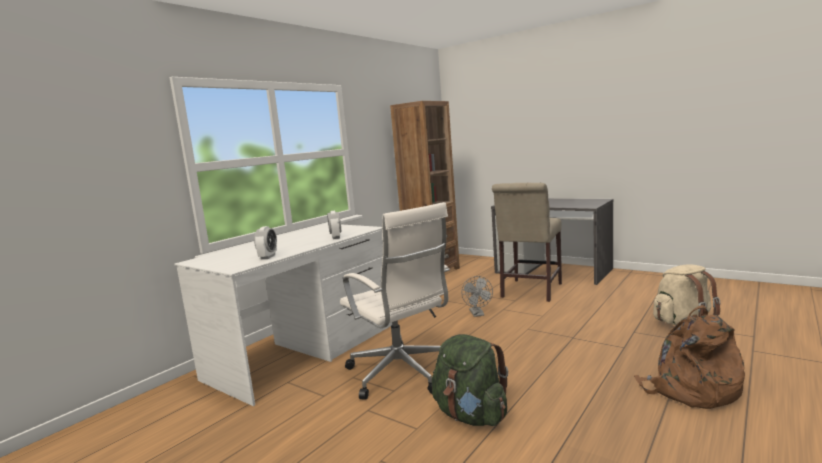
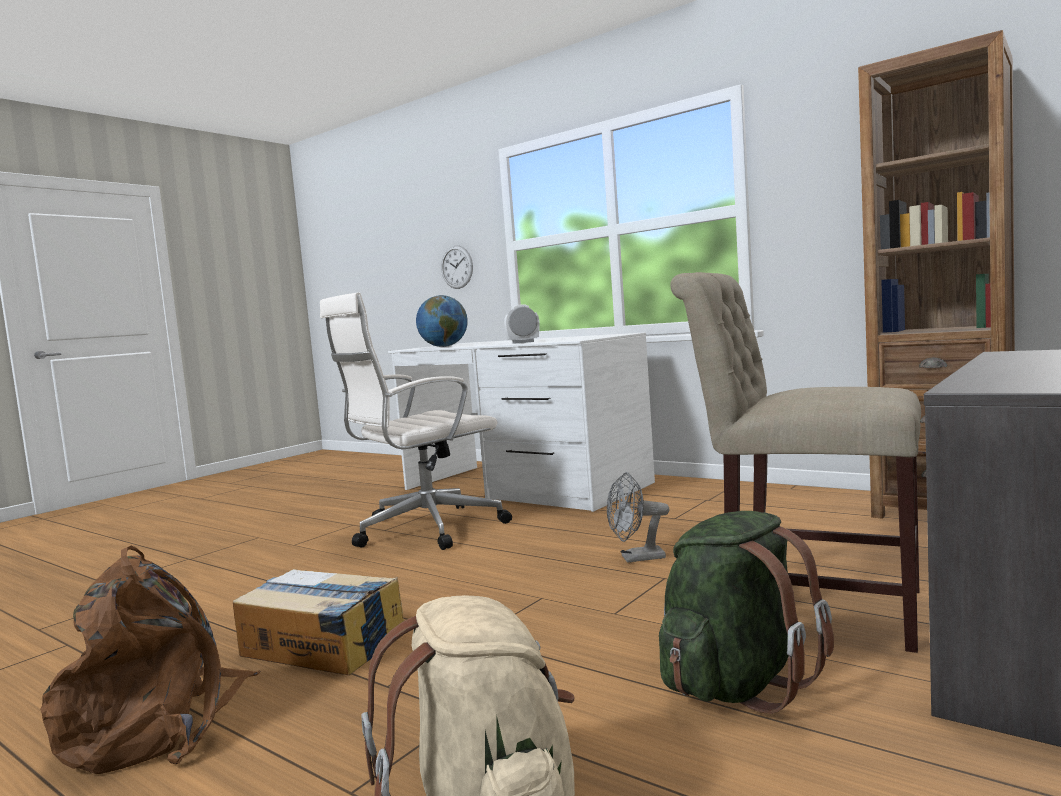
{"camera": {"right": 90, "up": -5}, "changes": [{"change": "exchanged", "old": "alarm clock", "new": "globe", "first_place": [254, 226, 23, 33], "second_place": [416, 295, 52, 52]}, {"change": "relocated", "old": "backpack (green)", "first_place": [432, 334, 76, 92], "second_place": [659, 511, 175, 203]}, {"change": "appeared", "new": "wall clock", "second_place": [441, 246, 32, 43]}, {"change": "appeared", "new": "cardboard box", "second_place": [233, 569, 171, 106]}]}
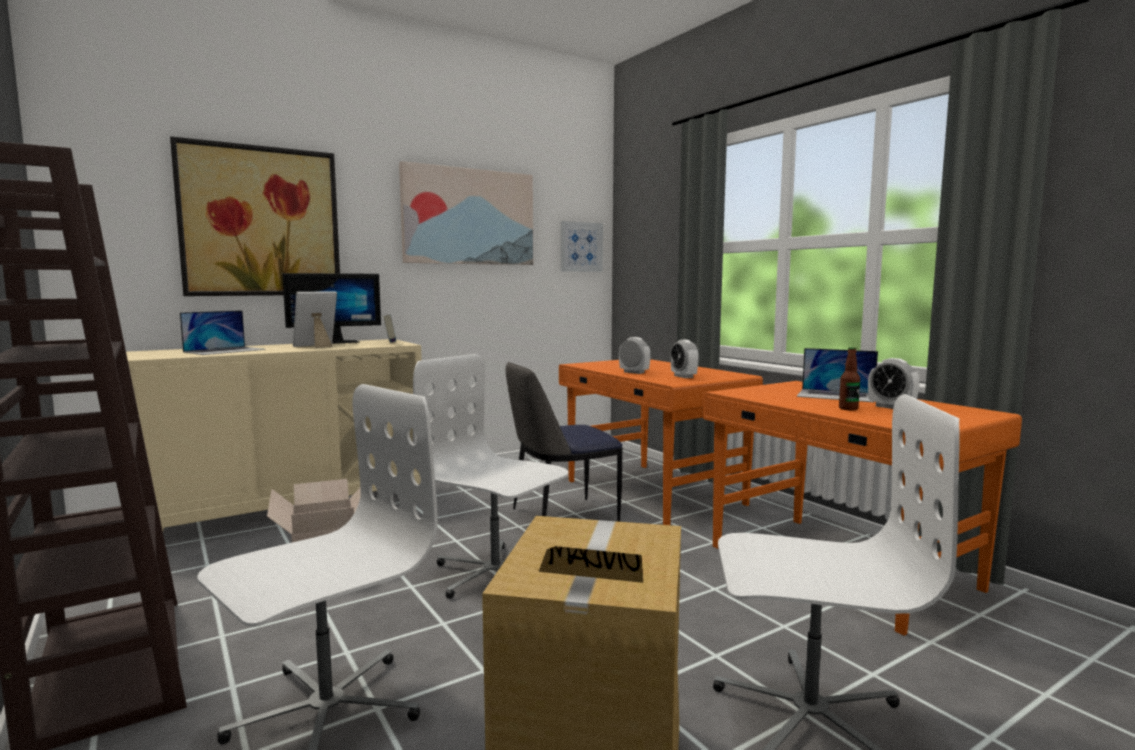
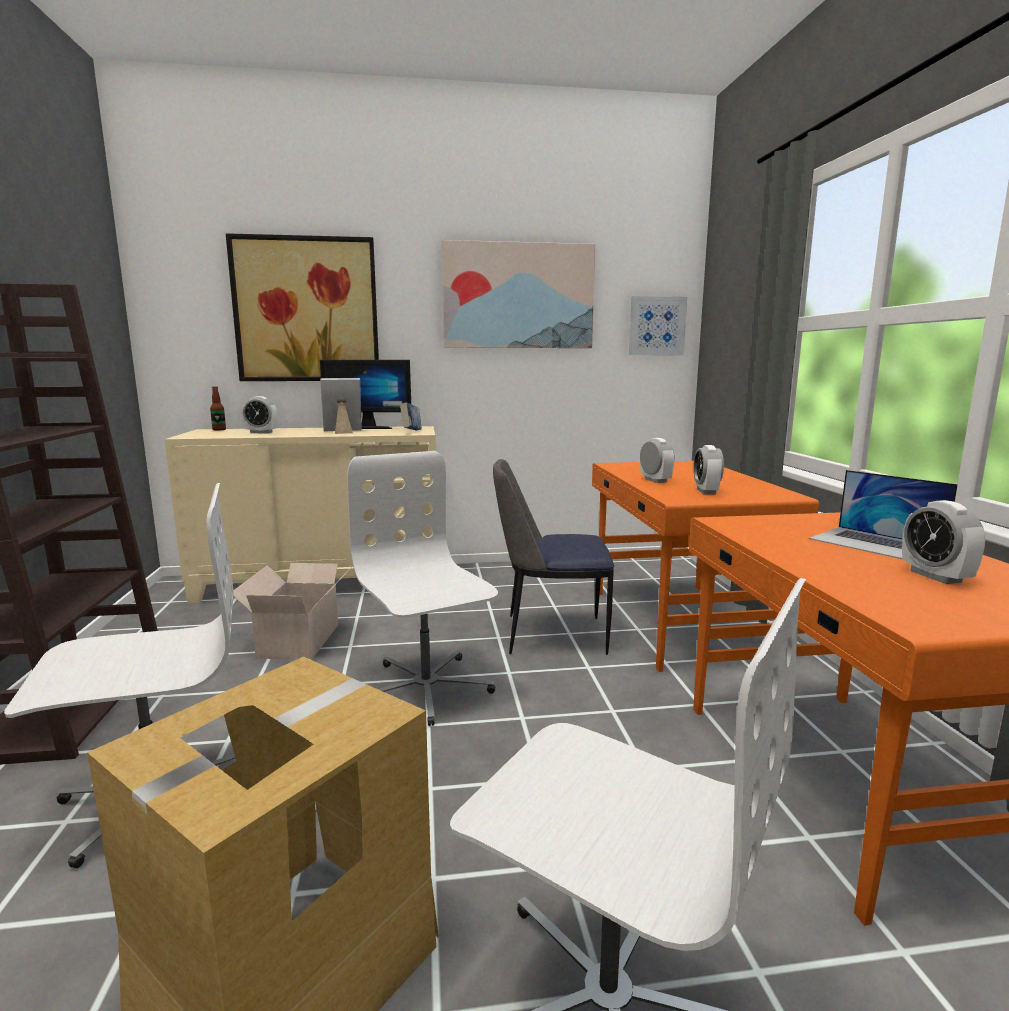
{"camera": {"right": 25, "up": 5}, "changes": [{"change": "exchanged", "old": "laptop", "new": "alarm clock", "first_place": [180, 310, 86, 45], "second_place": [242, 396, 36, 37]}, {"change": "relocated", "old": "bottle", "first_place": [839, 347, 21, 63], "second_place": [210, 386, 16, 45]}]}
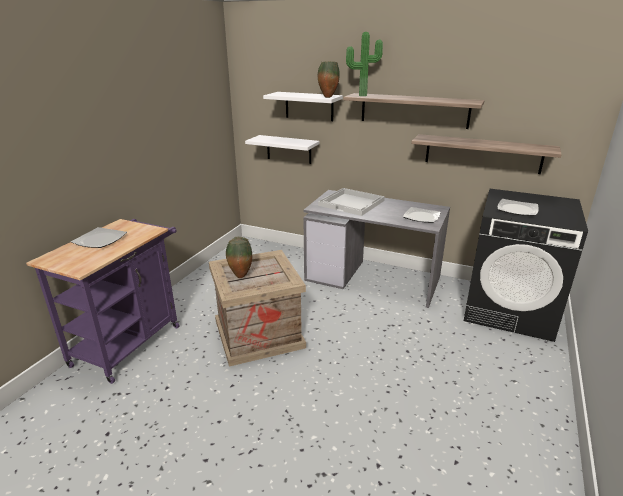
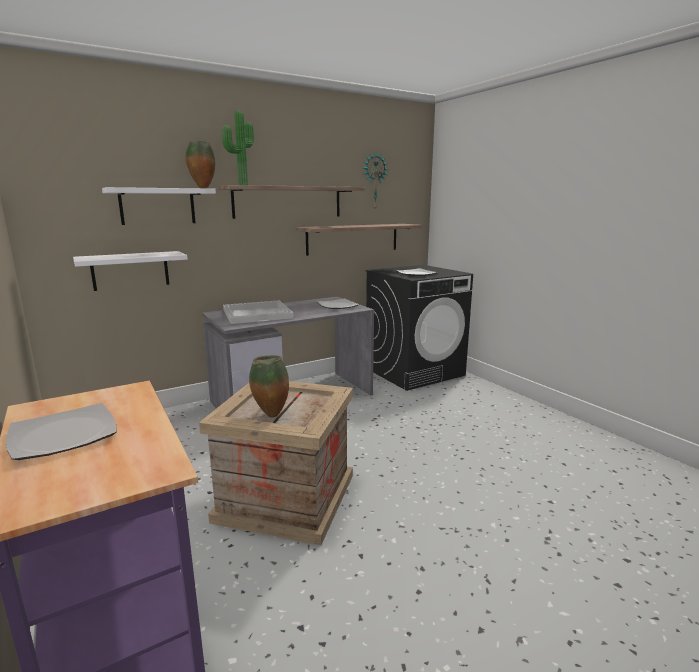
{"camera": {"right": -55, "up": -10}, "changes": [{"change": "appeared", "new": "wall clock", "second_place": [364, 152, 24, 57]}]}
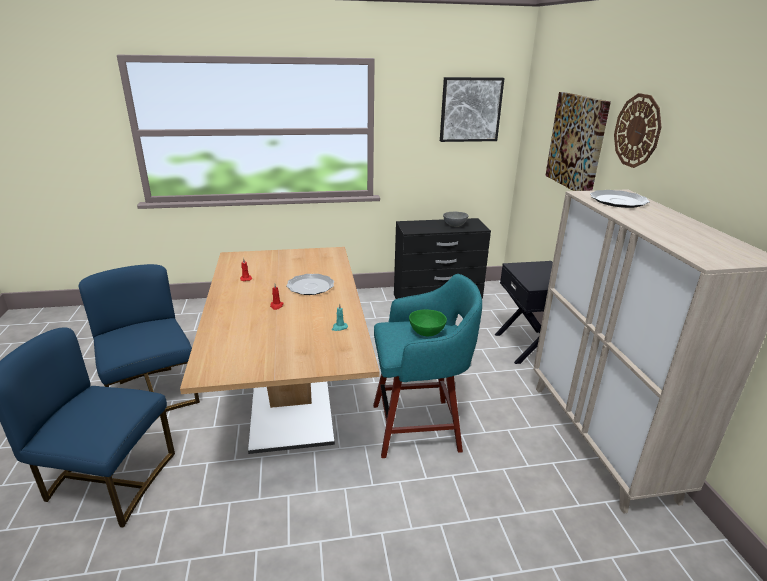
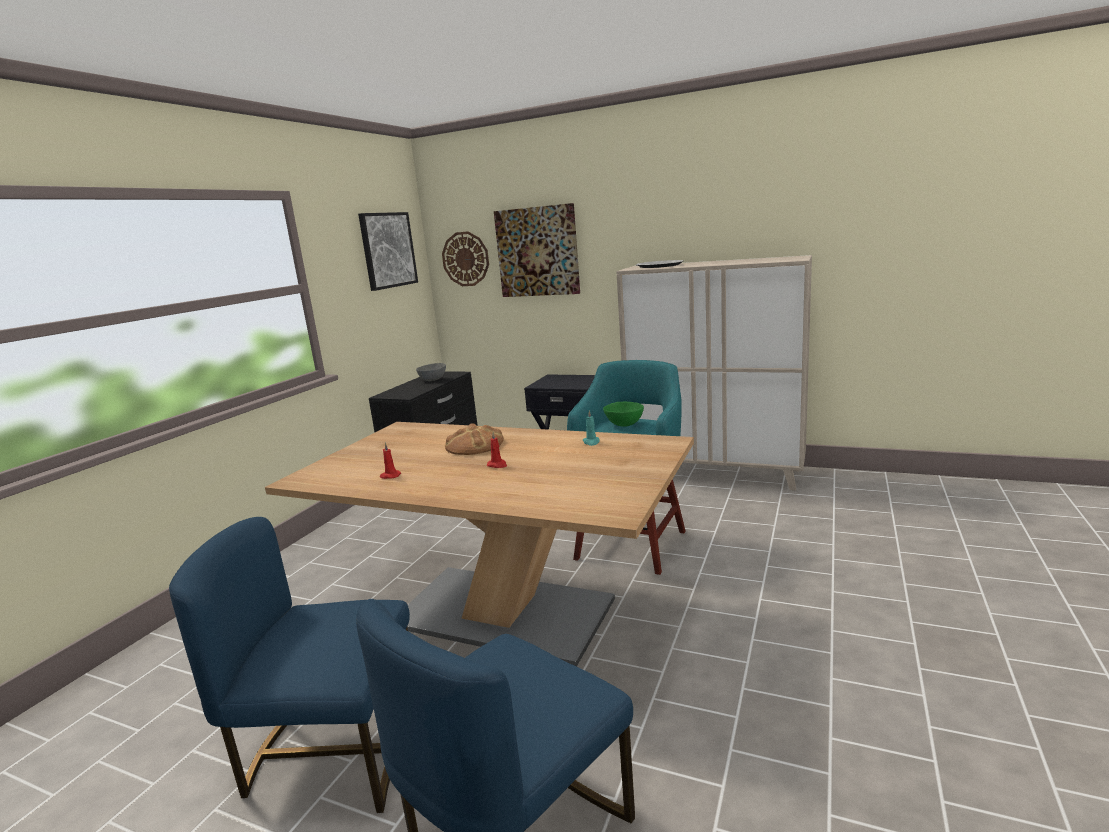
{"camera": {"right": -55, "up": -10}, "changes": [{"change": "relocated", "old": "wall clock", "first_place": [614, 93, 47, 75], "second_place": [442, 231, 47, 55]}, {"change": "exchanged", "old": "plate", "new": "bread", "first_place": [286, 274, 48, 21], "second_place": [445, 423, 59, 32]}]}
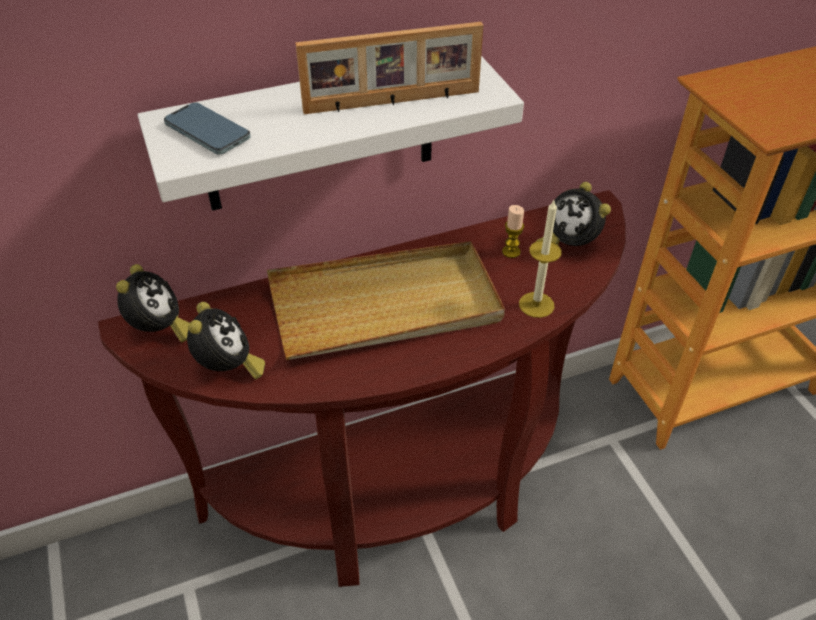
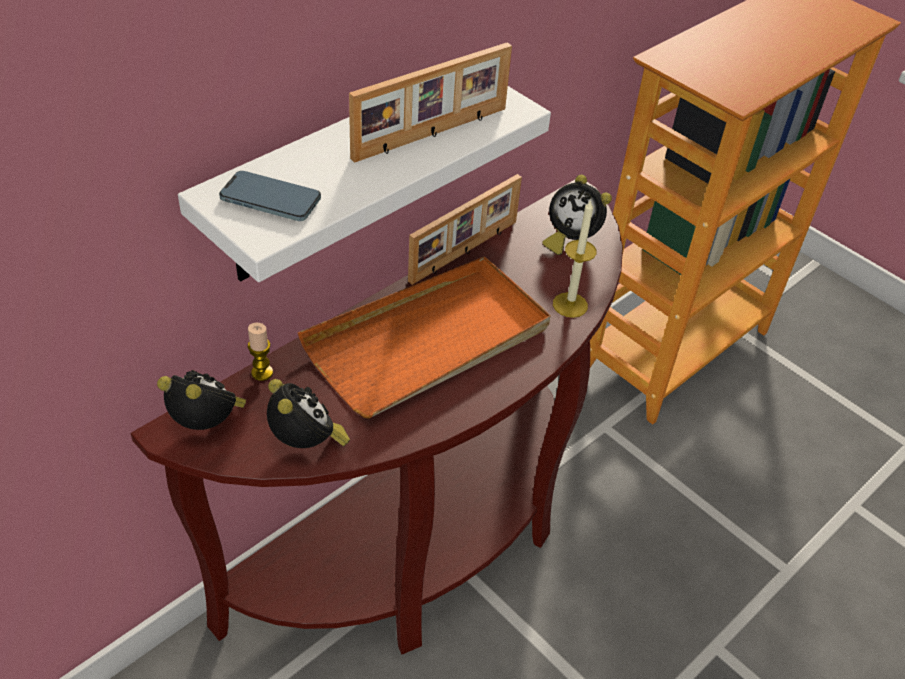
{"camera": {"right": -25, "up": 0}, "changes": [{"change": "relocated", "old": "candle", "first_place": [502, 205, 22, 53], "second_place": [248, 323, 25, 58]}, {"change": "colour", "old": "tray (beige)", "new": "tray (orange)", "first_place": [267, 241, 238, 119], "second_place": [298, 256, 253, 162]}, {"change": "spun", "old": "alarm clock", "first_place": [116, 264, 74, 78], "second_place": [157, 370, 89, 60], "degrees": -45}, {"change": "appeared", "new": "picture frame", "second_place": [408, 174, 114, 111]}]}
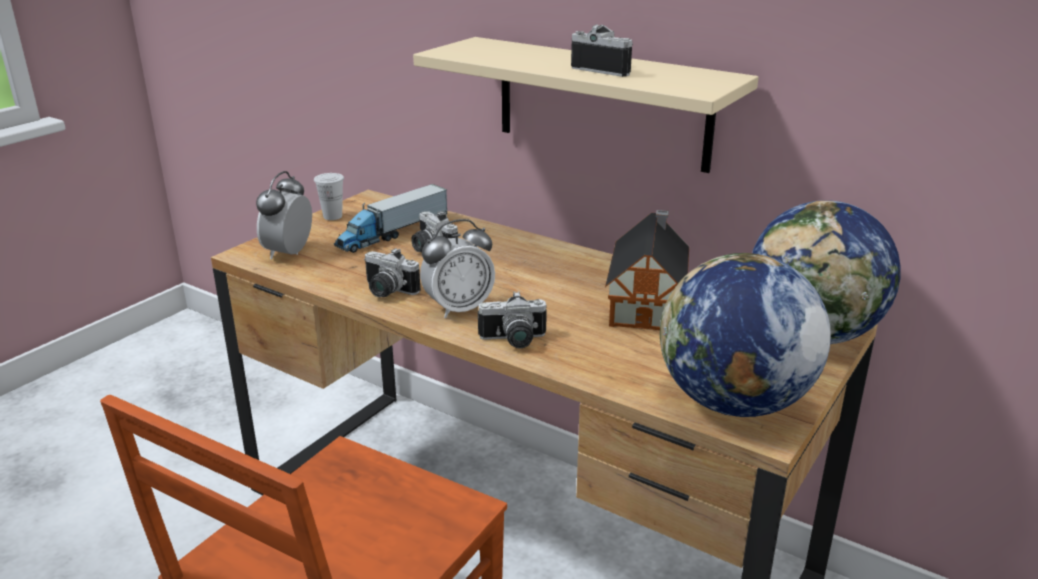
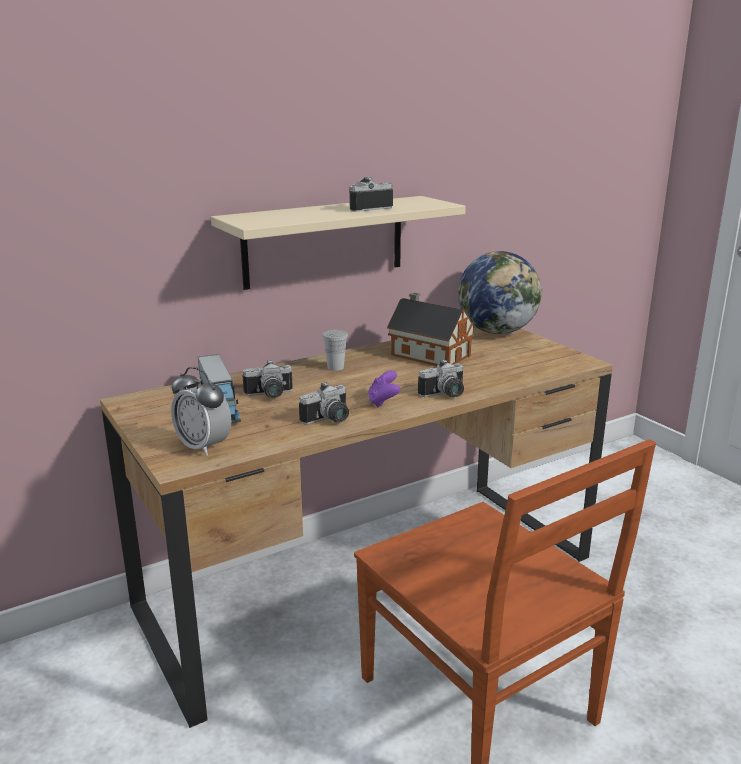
{"camera": {"right": -65, "up": -5}, "changes": [{"change": "relocated", "old": "cup (white)", "first_place": [314, 173, 30, 47], "second_place": [322, 330, 26, 41]}, {"change": "exchanged", "old": "alarm clock", "new": "game controller (purple)", "first_place": [420, 219, 75, 99], "second_place": [368, 370, 32, 38]}, {"change": "missing", "old": "globe", "first_place": [660, 253, 171, 164]}, {"change": "spun", "old": "photo camera", "first_place": [478, 291, 69, 57], "second_place": [418, 359, 46, 38], "degrees": 45}]}
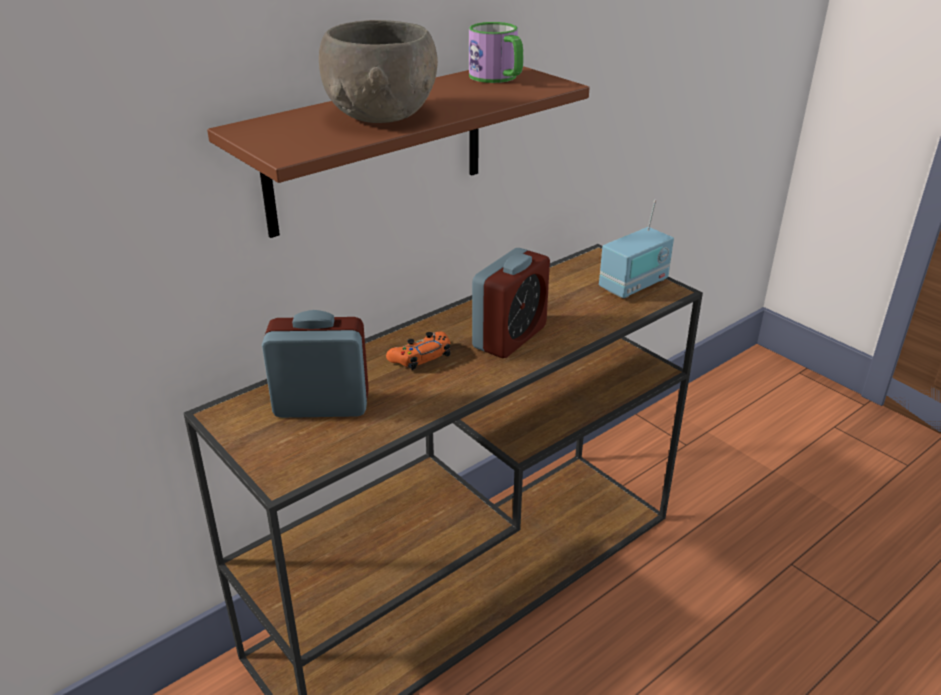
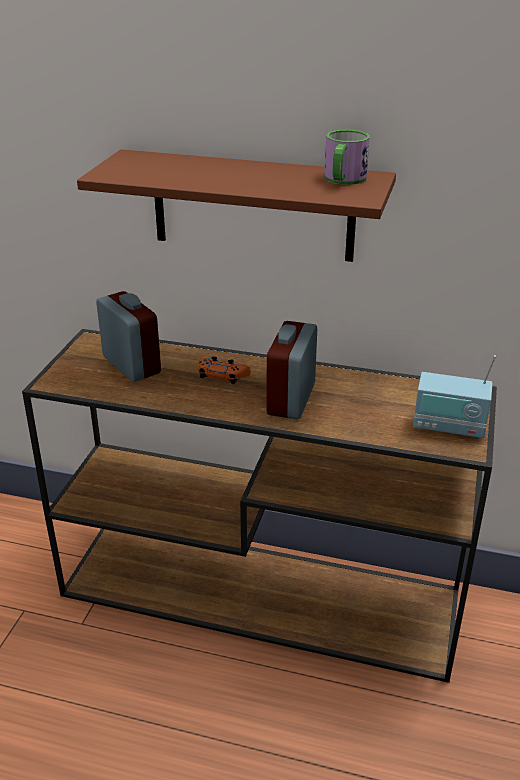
{"camera": {"right": 55, "up": 0}, "changes": [{"change": "missing", "old": "bowl (grey)", "first_place": [319, 20, 119, 103]}, {"change": "spun", "old": "alarm clock", "first_place": [472, 248, 78, 110], "second_place": [266, 321, 51, 98], "degrees": 105}]}
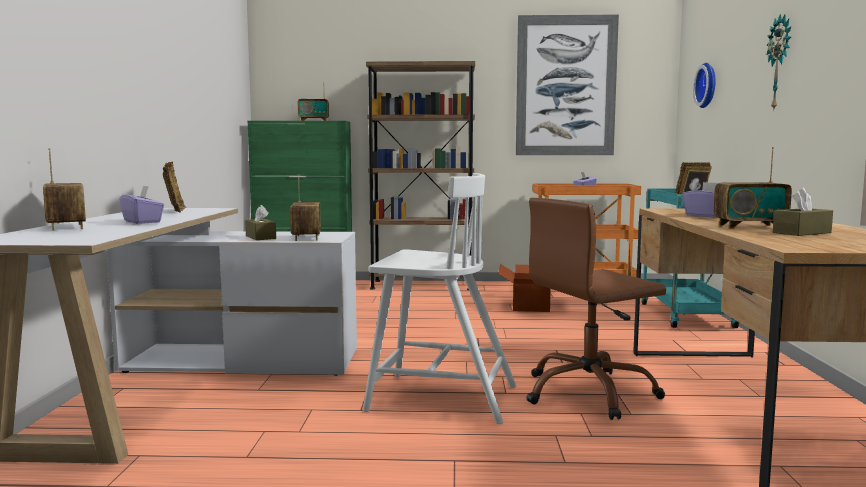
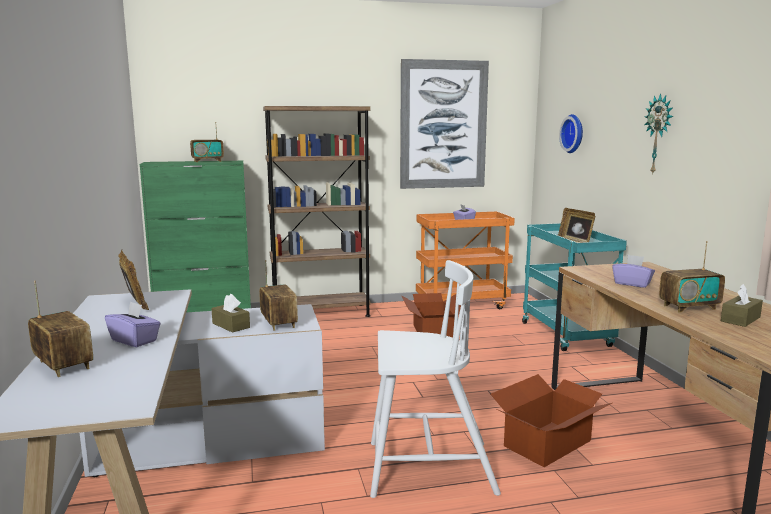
{"camera": {"right": -15, "up": 5}, "changes": [{"change": "exchanged", "old": "office chair (brown)", "new": "cardboard box", "first_place": [526, 198, 140, 222], "second_place": [491, 374, 121, 93]}]}
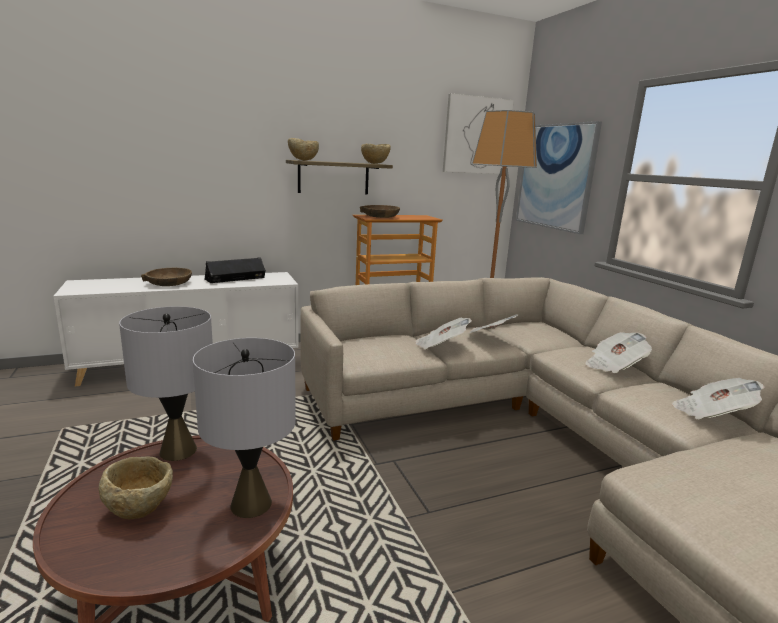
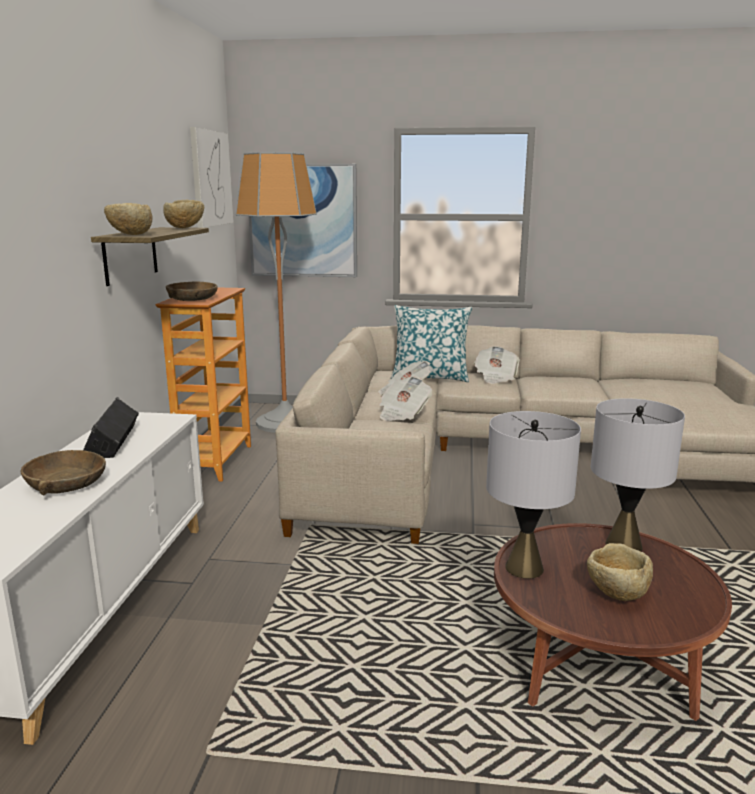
{"camera": {"right": -60, "up": 0}, "changes": [{"change": "missing", "old": "newspaper", "first_place": [672, 378, 93, 41]}, {"change": "appeared", "new": "pillow", "second_place": [390, 305, 82, 77]}]}
